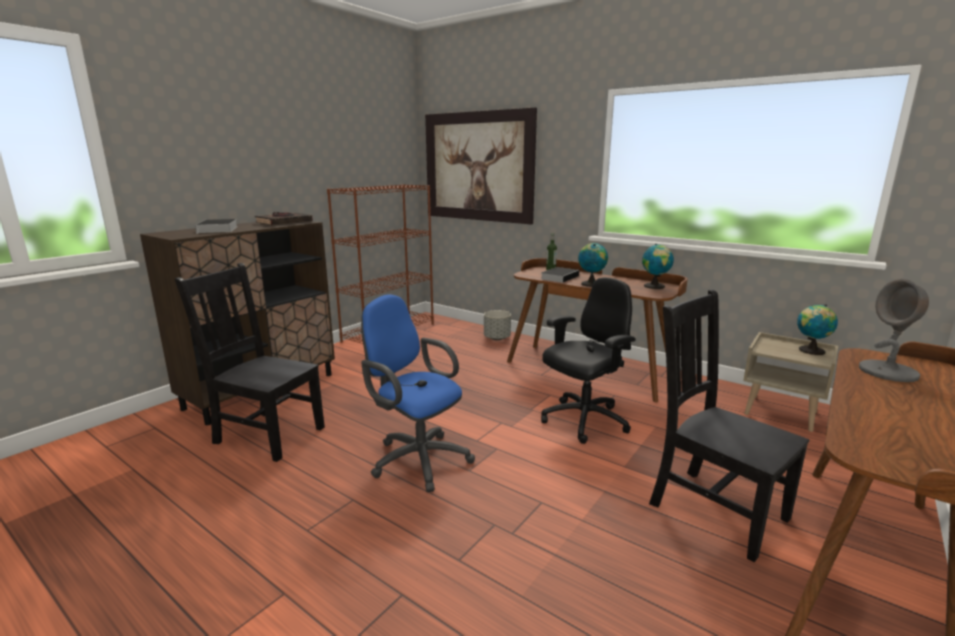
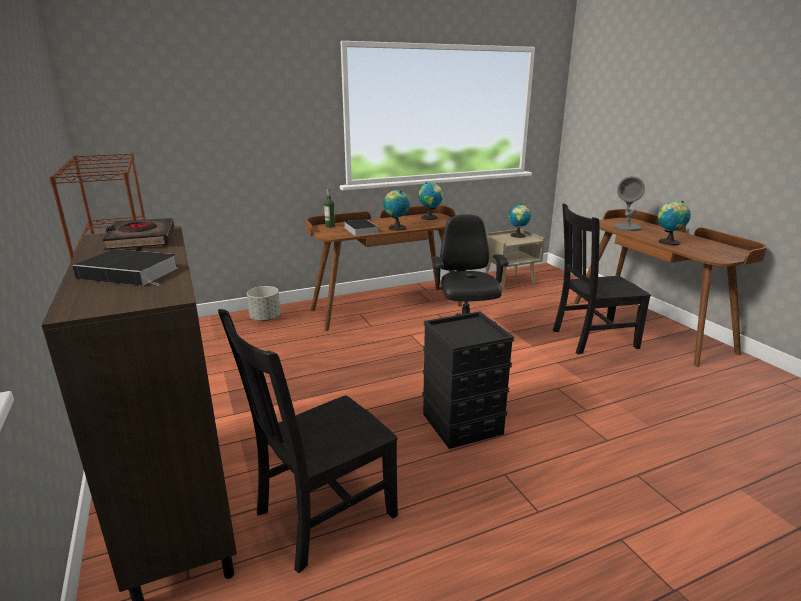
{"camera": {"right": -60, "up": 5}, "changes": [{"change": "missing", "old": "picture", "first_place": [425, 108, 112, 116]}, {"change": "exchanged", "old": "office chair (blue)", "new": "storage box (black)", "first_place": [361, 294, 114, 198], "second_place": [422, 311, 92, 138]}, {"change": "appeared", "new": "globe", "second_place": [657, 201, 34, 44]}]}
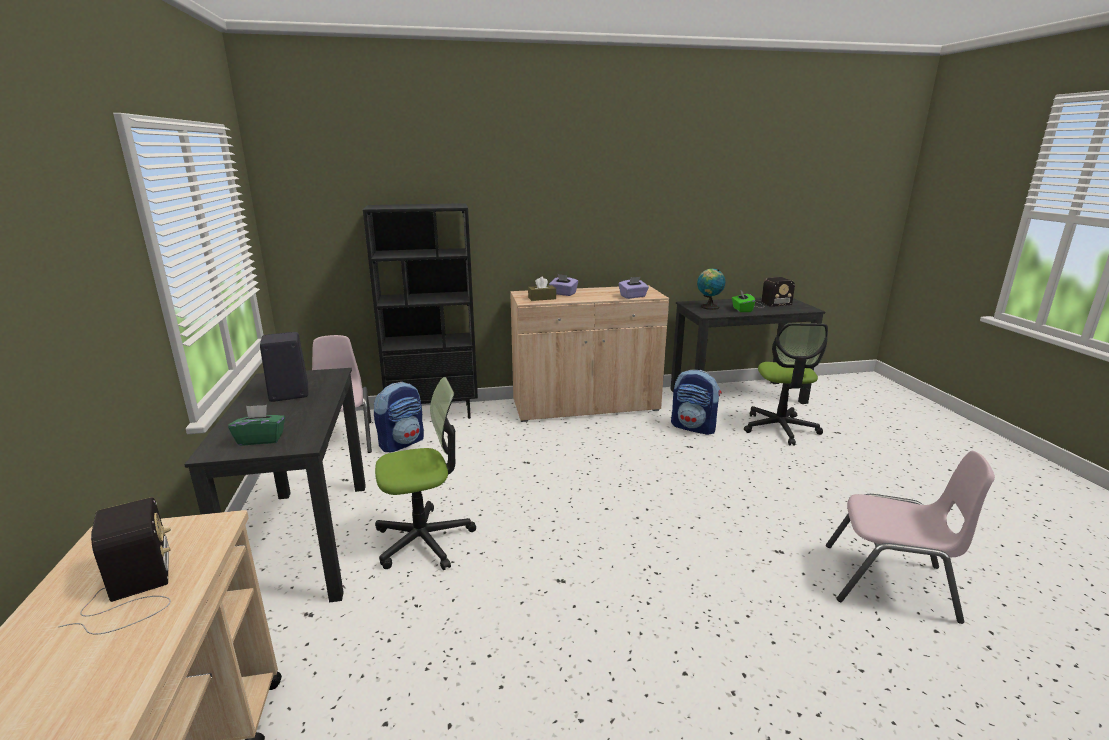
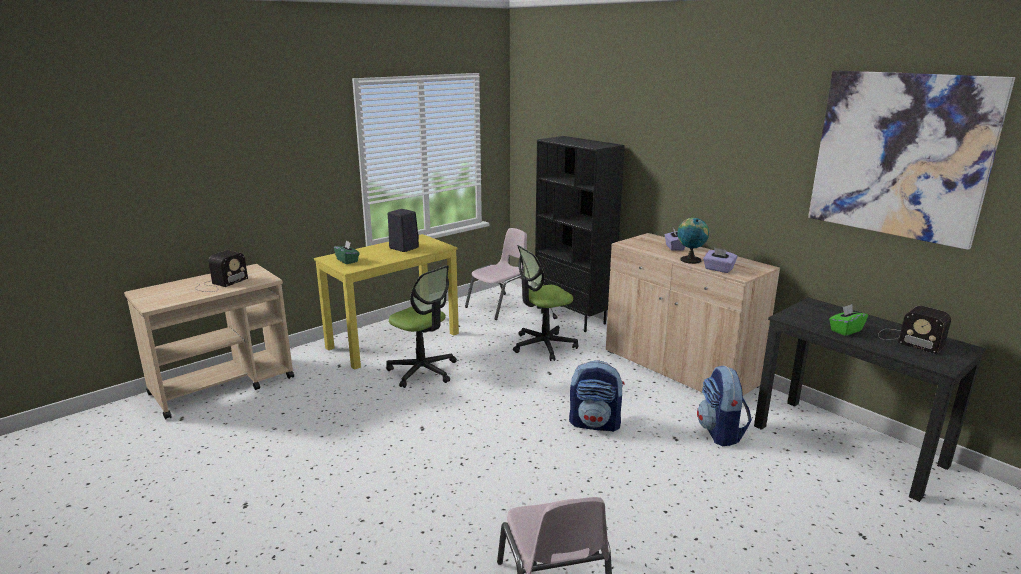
{"camera": {"right": 60, "up": 0}, "changes": [{"change": "relocated", "old": "globe", "first_place": [697, 269, 29, 41], "second_place": [677, 218, 32, 46]}, {"change": "missing", "old": "tissue box (brown)", "first_place": [528, 277, 28, 24]}, {"change": "relocated", "old": "office chair", "first_place": [744, 323, 84, 123], "second_place": [513, 245, 65, 116]}, {"change": "colour", "old": "desk (black)", "new": "desk (yellow)", "first_place": [184, 368, 182, 235], "second_place": [314, 234, 145, 136]}, {"change": "relocated", "old": "backpack", "first_place": [374, 382, 50, 70], "second_place": [569, 360, 56, 72]}, {"change": "appeared", "new": "picture", "second_place": [808, 70, 207, 180]}]}
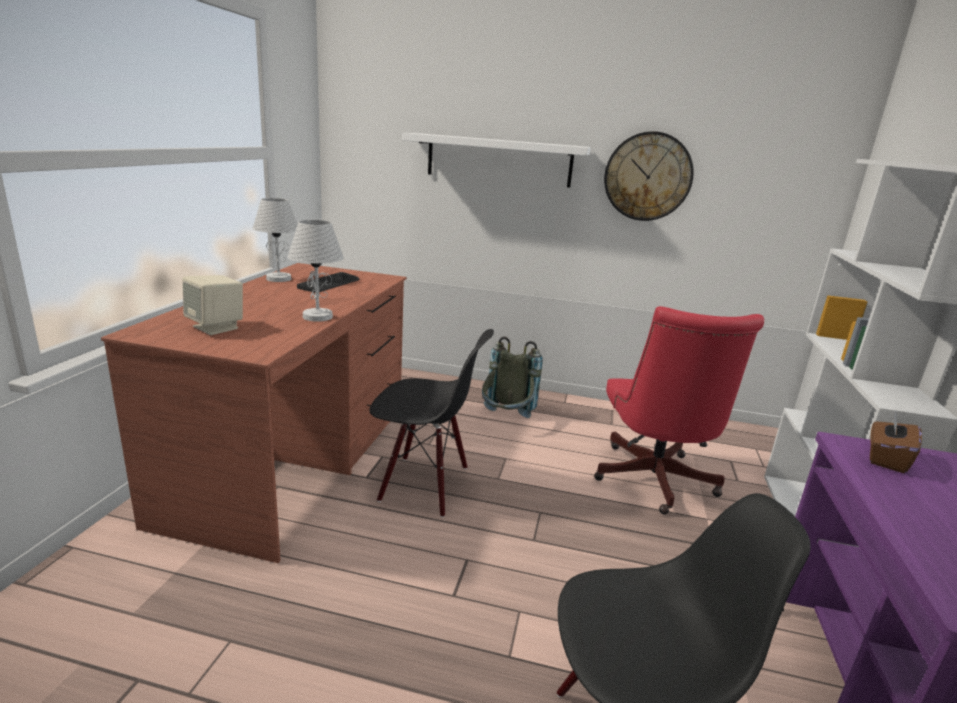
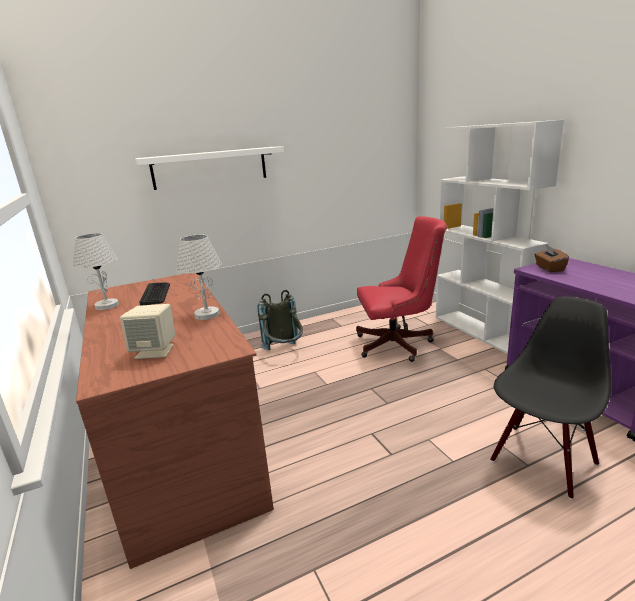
{"camera": {"right": -35, "up": 0}, "changes": [{"change": "missing", "old": "wall clock", "first_place": [604, 131, 90, 90]}, {"change": "spun", "old": "office chair (red)", "first_place": [594, 306, 170, 208], "second_place": [356, 216, 91, 146], "degrees": -60}, {"change": "missing", "old": "chair (black)", "first_place": [369, 329, 125, 188]}]}
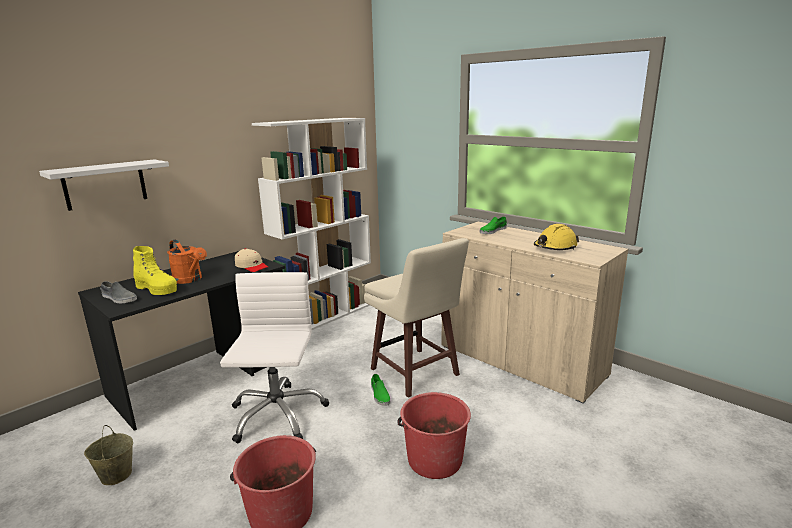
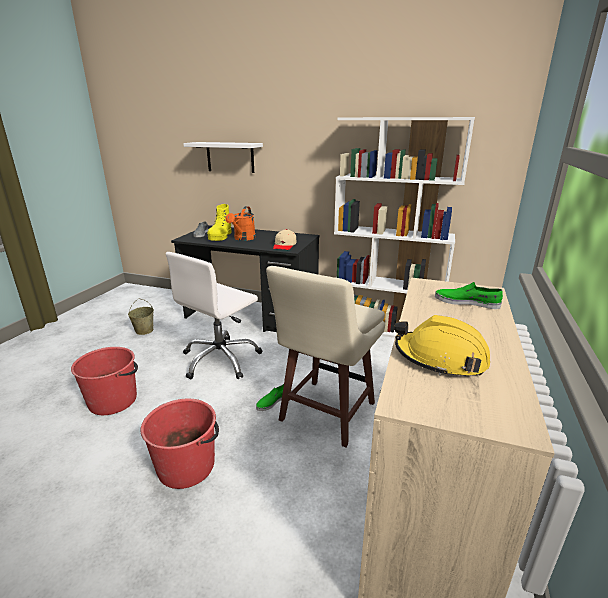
{"camera": {"right": 65, "up": 5}, "changes": [{"change": "spun", "old": "office chair (white)", "first_place": [220, 272, 109, 171], "second_place": [166, 252, 96, 127], "degrees": 150}]}
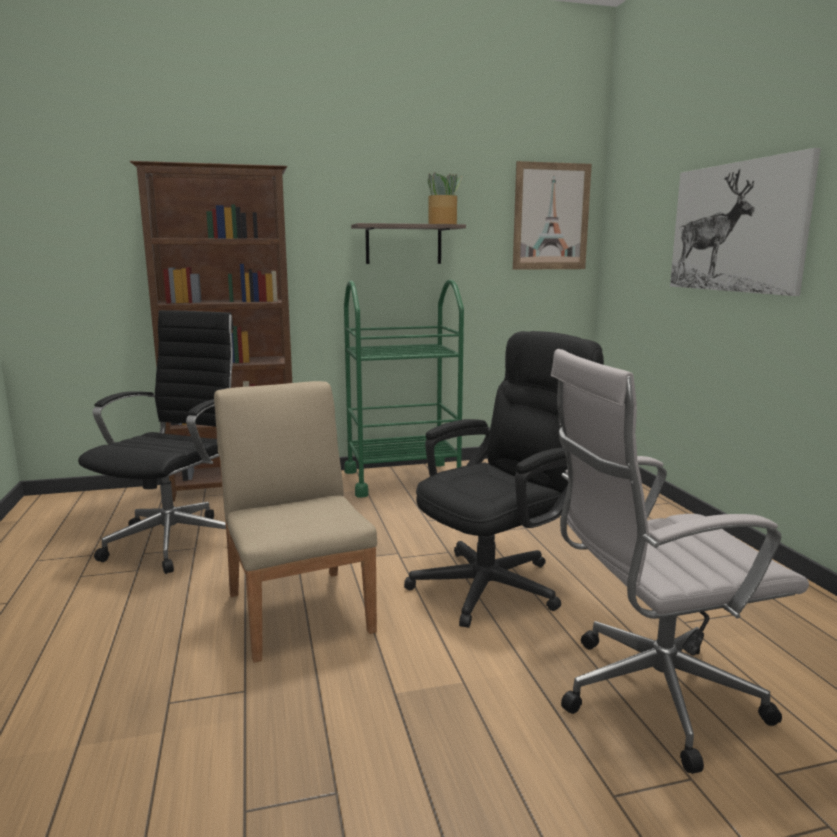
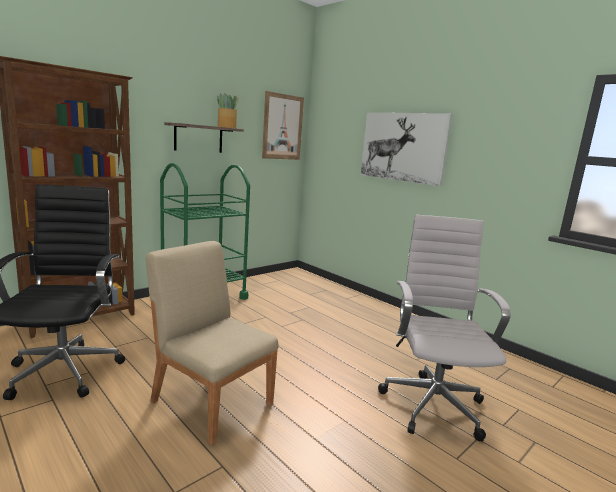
{"camera": {"right": -30, "up": 0}, "changes": [{"change": "missing", "old": "office chair (black)", "first_place": [404, 331, 200, 297]}, {"change": "spun", "old": "office chair (white)", "first_place": [551, 349, 258, 425], "second_place": [378, 214, 133, 227], "degrees": 135}]}
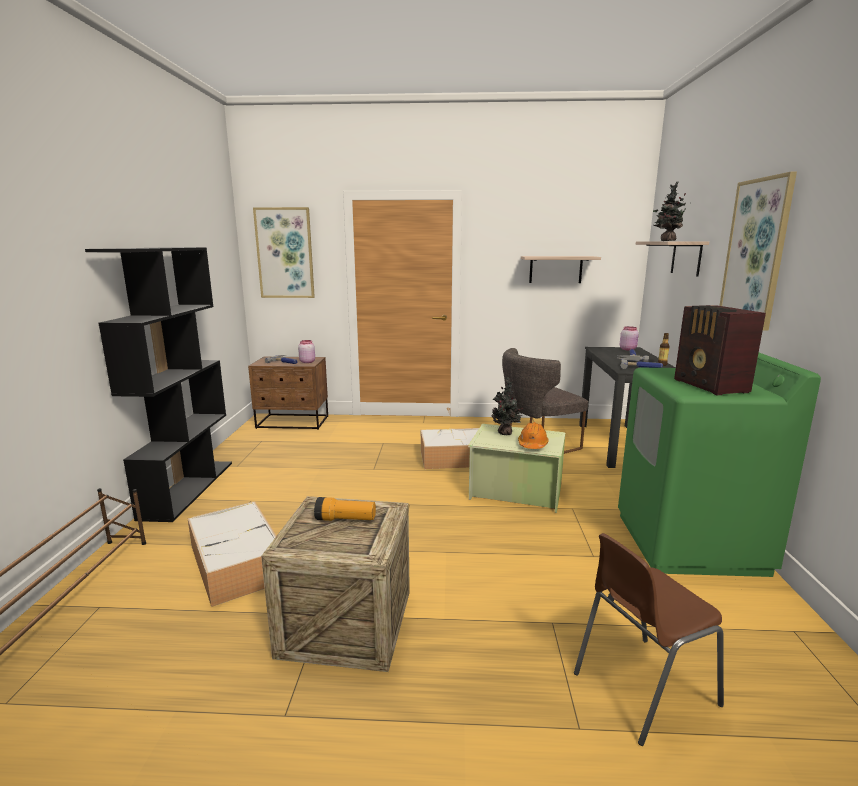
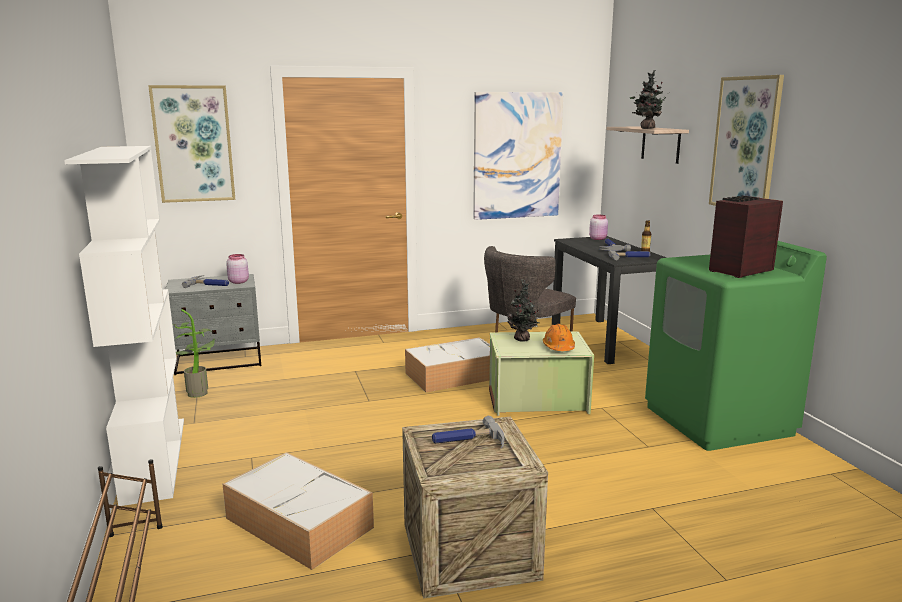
{"camera": {"right": -20, "up": 0}, "changes": [{"change": "colour", "old": "bookcase (black)", "new": "bookcase (white)", "first_place": [85, 247, 147, 275], "second_place": [64, 146, 120, 360]}, {"change": "exchanged", "old": "shelf", "new": "picture", "first_place": [521, 256, 80, 27], "second_place": [473, 92, 91, 128]}, {"change": "spun", "old": "radio", "first_place": [674, 305, 92, 90], "second_place": [709, 196, 74, 82], "degrees": 90}, {"change": "colour", "old": "nightstand (brown)", "new": "nightstand (grey)", "first_place": [248, 356, 80, 74], "second_place": [165, 274, 96, 101]}, {"change": "exchanged", "old": "flashlight", "new": "hammer", "first_place": [314, 497, 62, 24], "second_place": [432, 415, 72, 33]}, {"change": "missing", "old": "chair (brown)", "first_place": [574, 533, 150, 213]}, {"change": "appeared", "new": "potted plant", "second_place": [172, 309, 43, 89]}]}
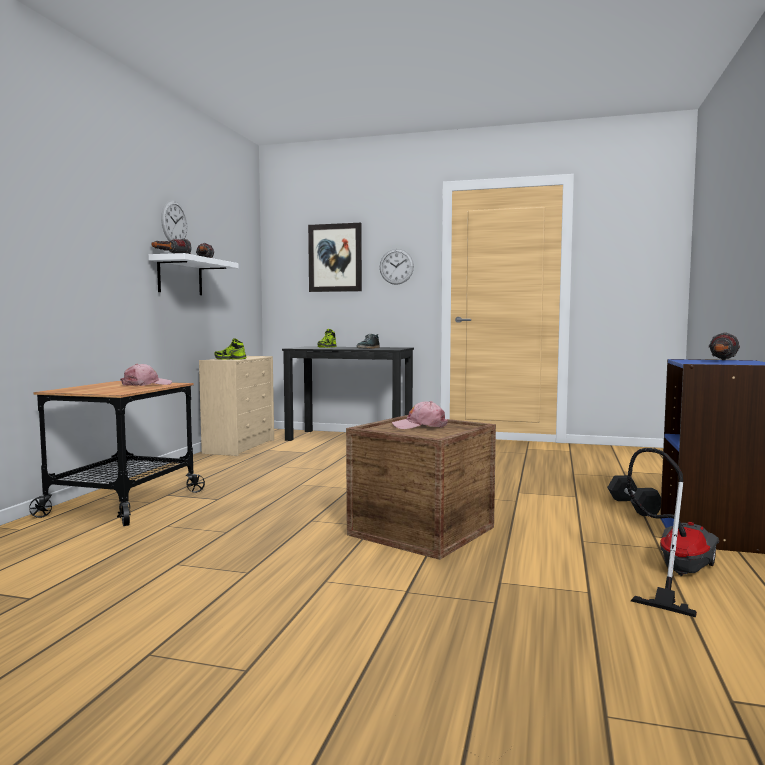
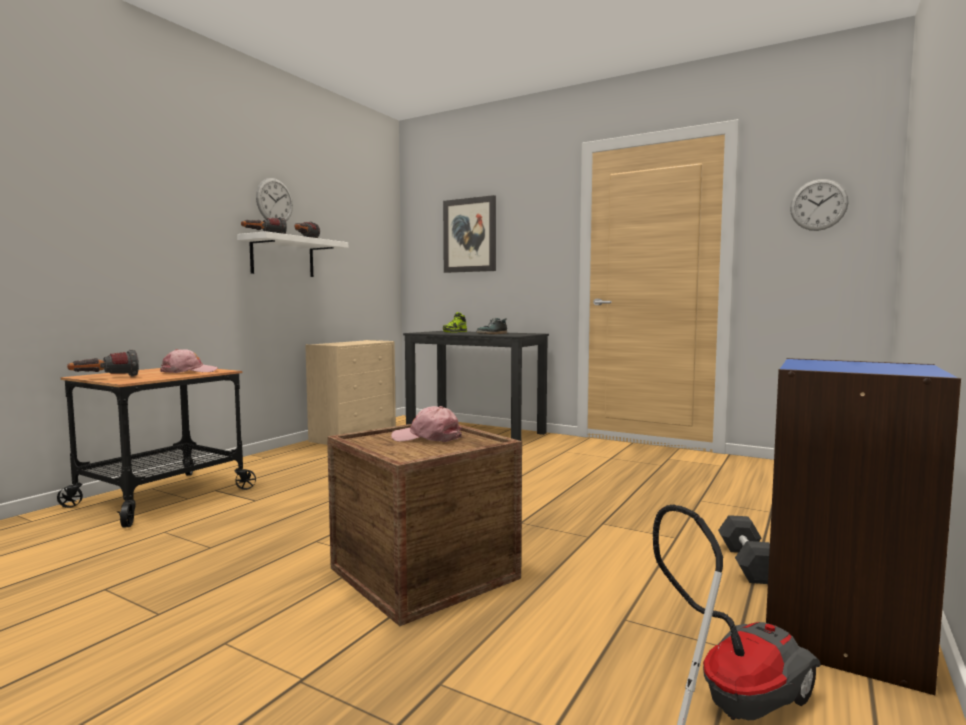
{"camera": {"right": 15, "up": 0}, "changes": [{"change": "relocated", "old": "wall clock", "first_place": [380, 249, 34, 36], "second_place": [790, 179, 59, 52]}, {"change": "relocated", "old": "flashlight", "first_place": [709, 333, 31, 27], "second_place": [67, 350, 72, 27]}, {"change": "missing", "old": "shoe", "first_place": [214, 338, 32, 22]}]}
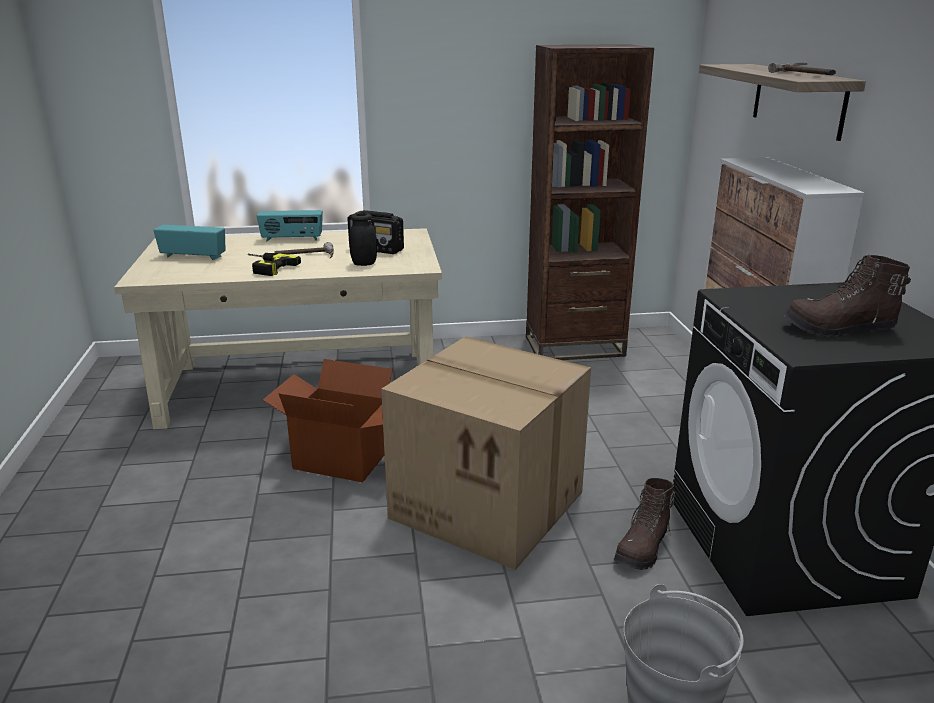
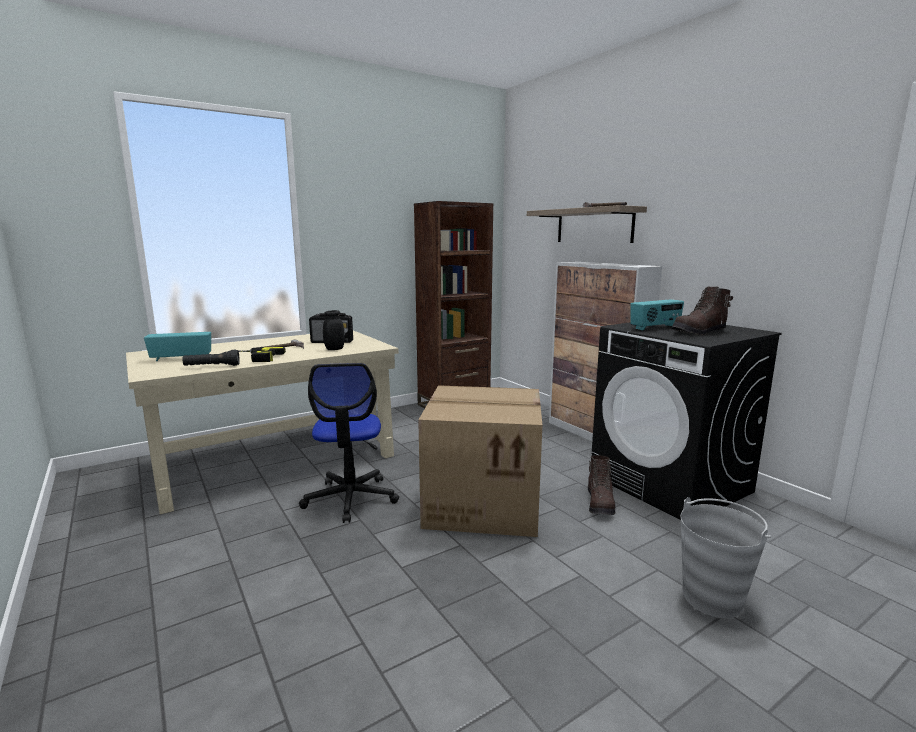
{"camera": {"right": -25, "up": -10}, "changes": [{"change": "relocated", "old": "radio", "first_place": [257, 210, 66, 31], "second_place": [630, 299, 54, 31]}, {"change": "exchanged", "old": "cardboard box", "new": "office chair", "first_place": [263, 359, 130, 123], "second_place": [299, 363, 100, 160]}, {"change": "appeared", "new": "flashlight (black)", "second_place": [182, 350, 58, 16]}]}
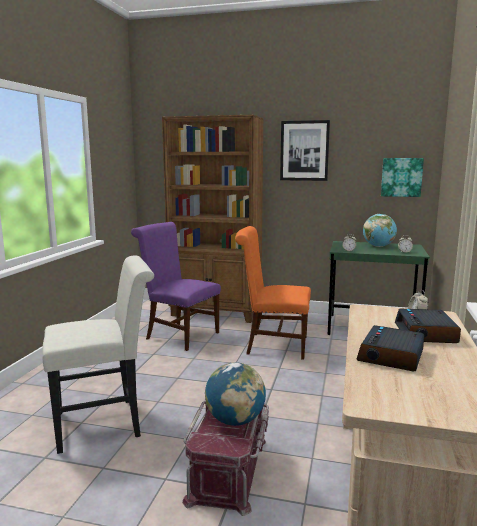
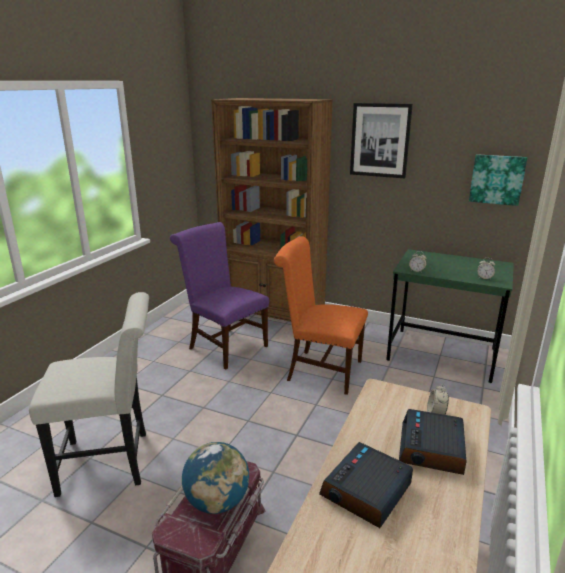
{"camera": {"right": 10, "up": 10}, "changes": [{"change": "missing", "old": "globe", "first_place": [363, 214, 34, 33]}]}
